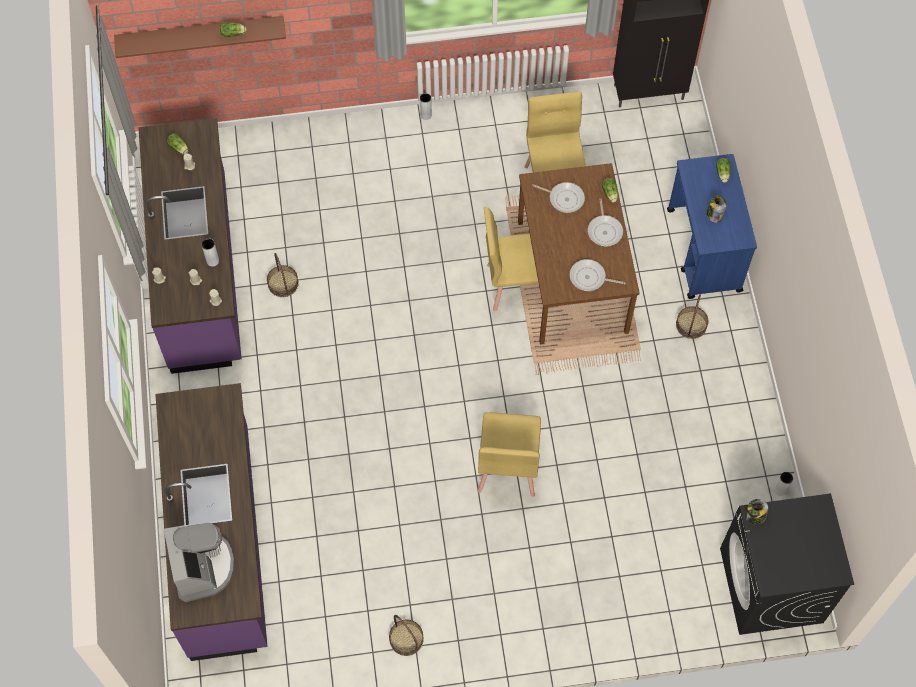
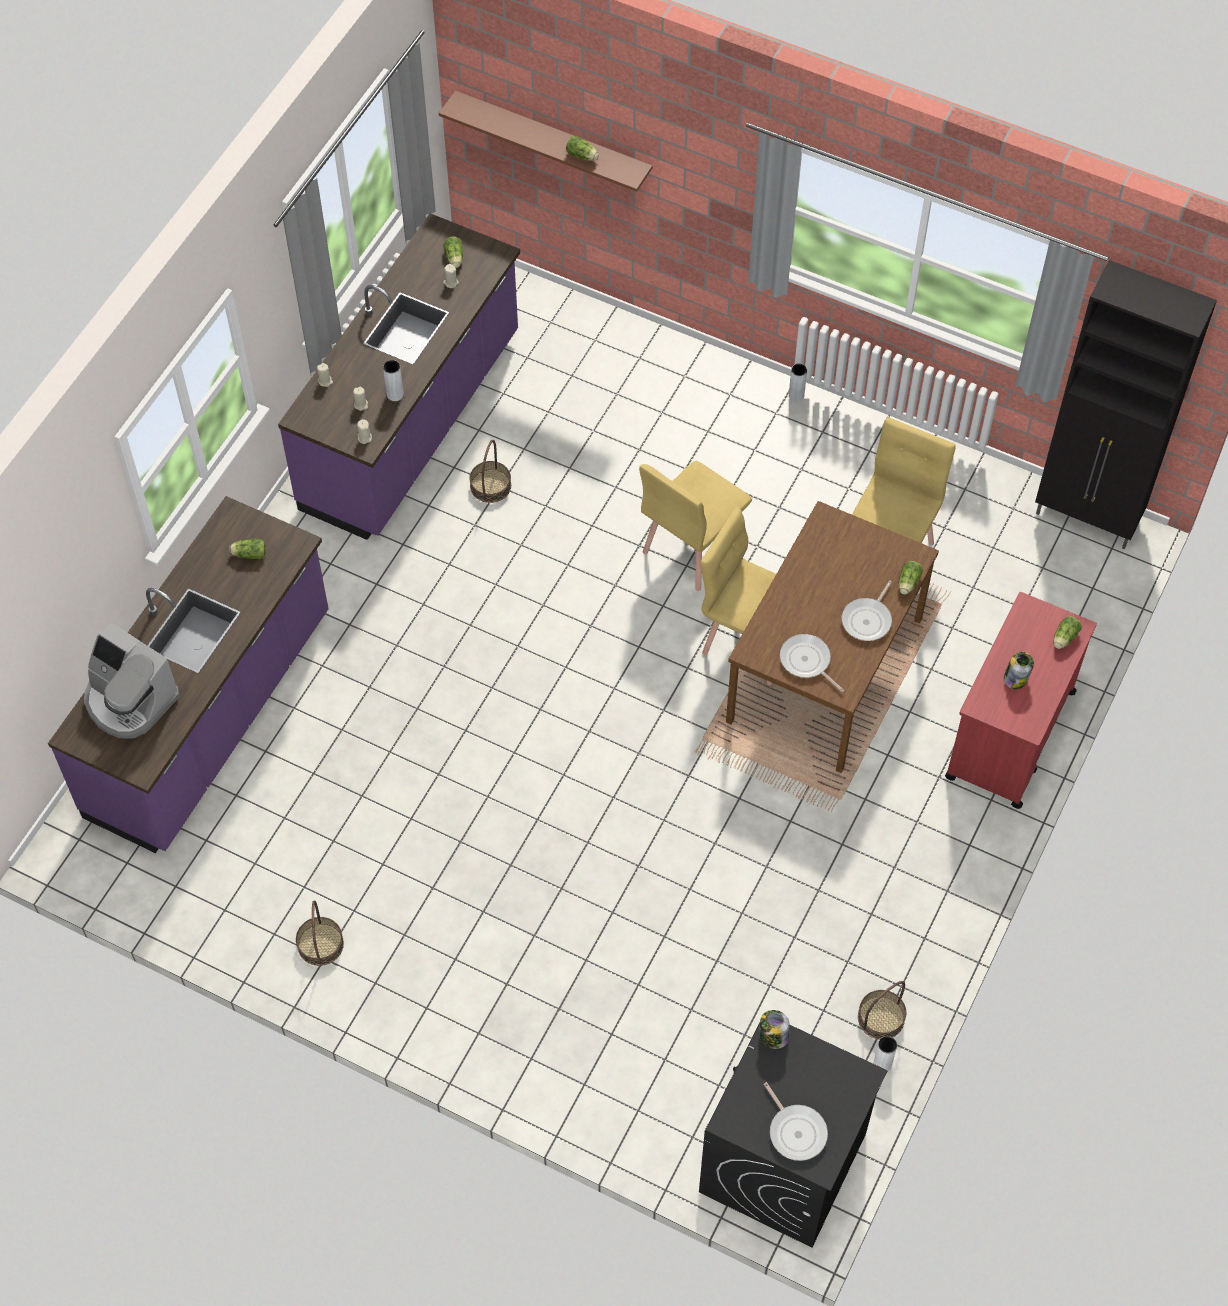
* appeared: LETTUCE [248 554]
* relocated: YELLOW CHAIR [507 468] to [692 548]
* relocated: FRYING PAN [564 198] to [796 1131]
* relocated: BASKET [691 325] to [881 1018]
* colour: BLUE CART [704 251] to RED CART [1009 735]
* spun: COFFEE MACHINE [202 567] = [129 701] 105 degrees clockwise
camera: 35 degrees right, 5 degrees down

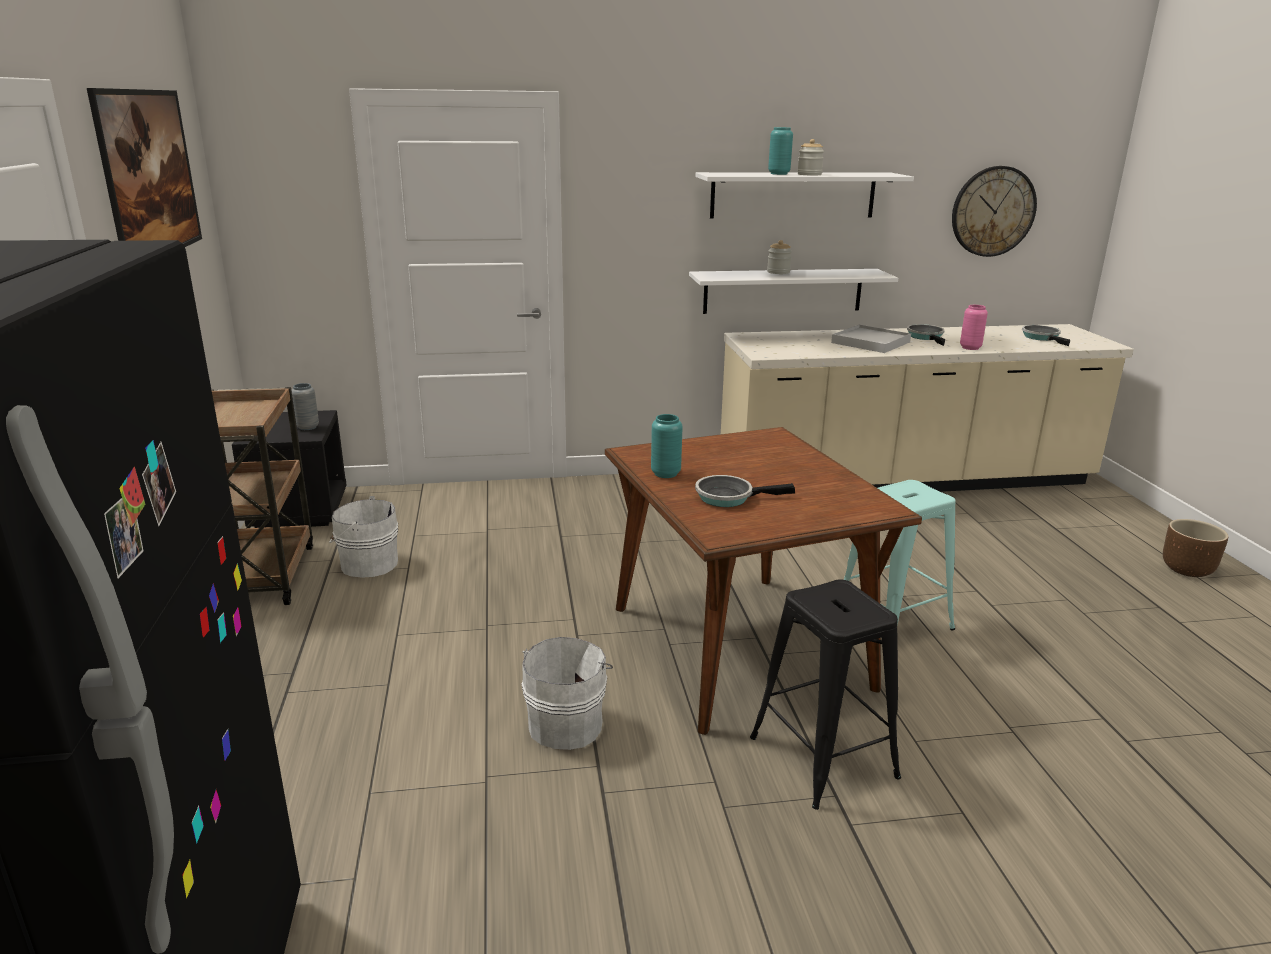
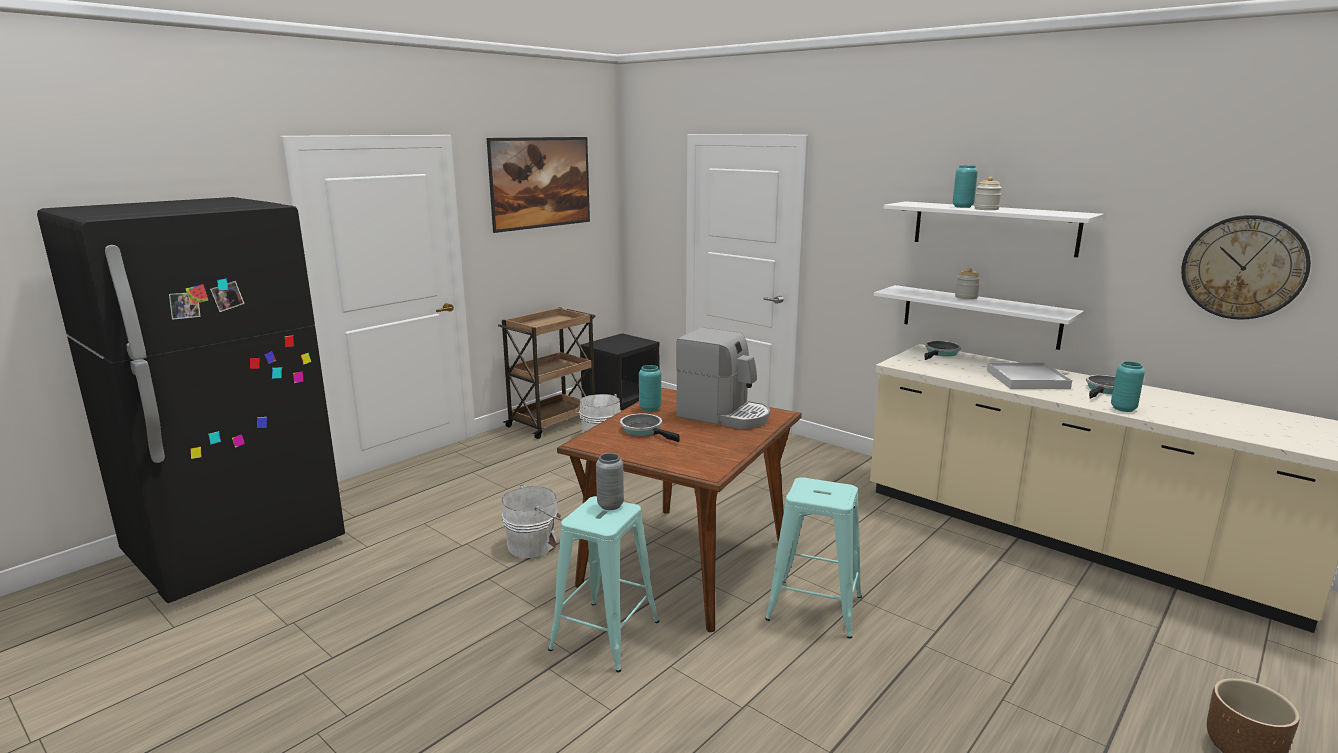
* appeared: COFFEE MACHINE [724 415]
* relocated: GREY VASE [307 427] to [610 505]
* relocated: FRYING PAN [1042 338] to [941 353]
* colour: BLACK STOOL [823 757] to TURQUOISE STOOL [605 635]
* colour: PINK VASE [970 348] to TURQUOISE VASE [1123 408]
camera: 50 degrees right, 5 degrees down

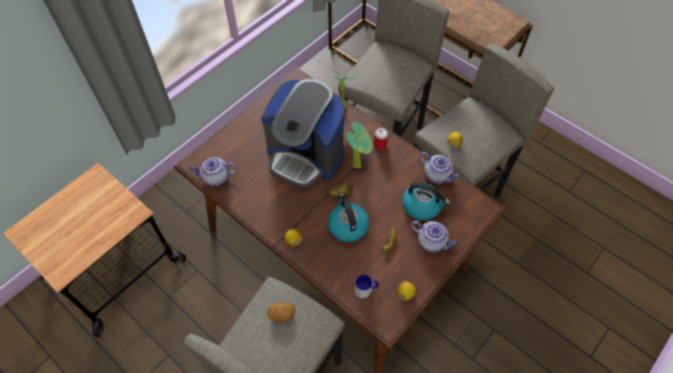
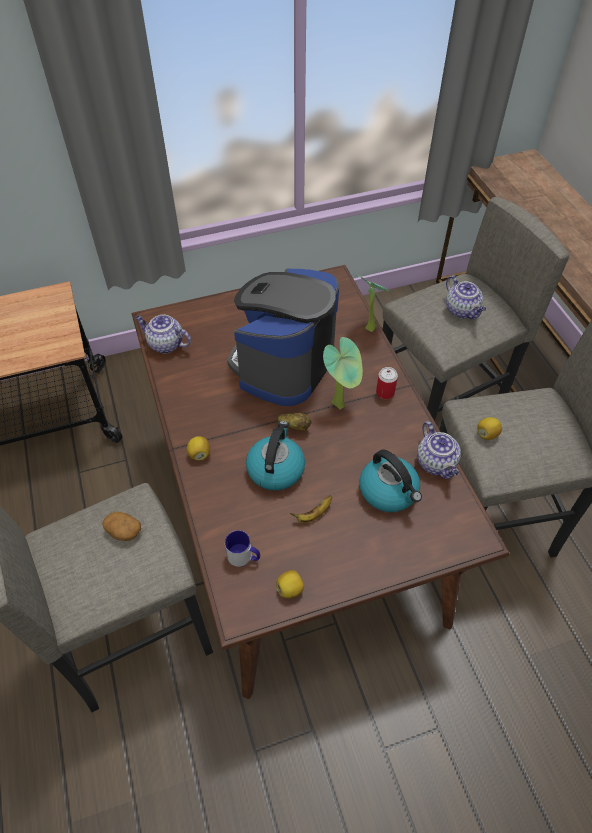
* relocated: TEAPOT [432 242] to [462 311]
* spun: COFFEE MACHINE [305 156] = [283 365] 60 degrees clockwise
camera: 30 degrees right, 5 degrees down

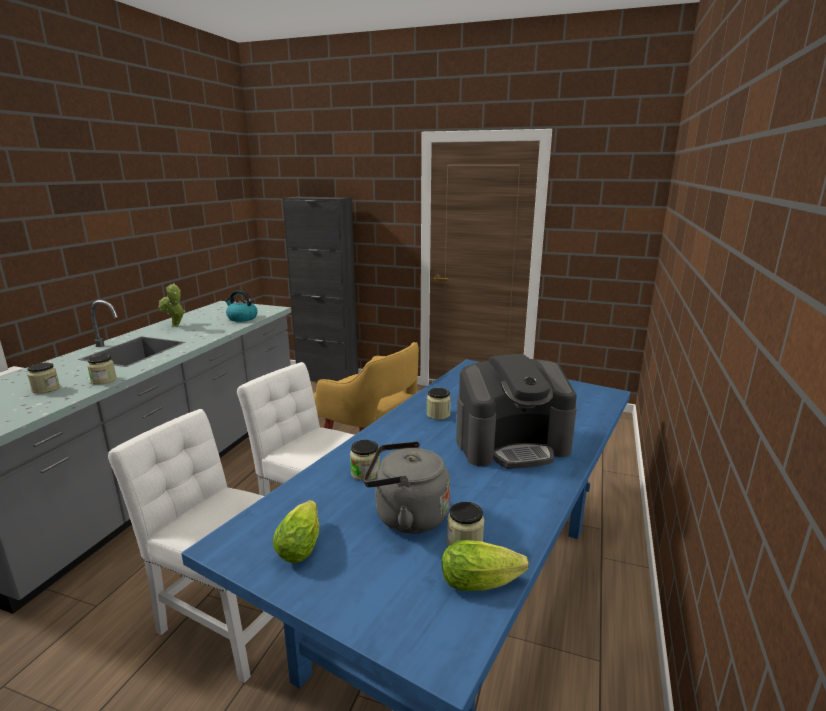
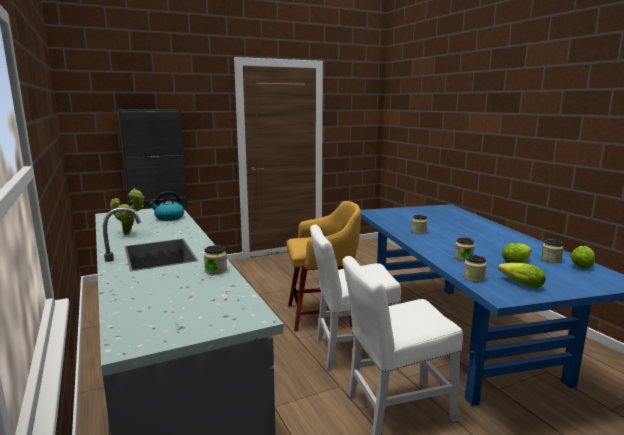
* missing: COFFEE MACHINE [512 444]
* relocated: JAR [46 389] to [474 278]
* exchanged: GREY KETTLE [406 516] to LETTUCE [517 262]
camera: 45 degrees left, 5 degrees down

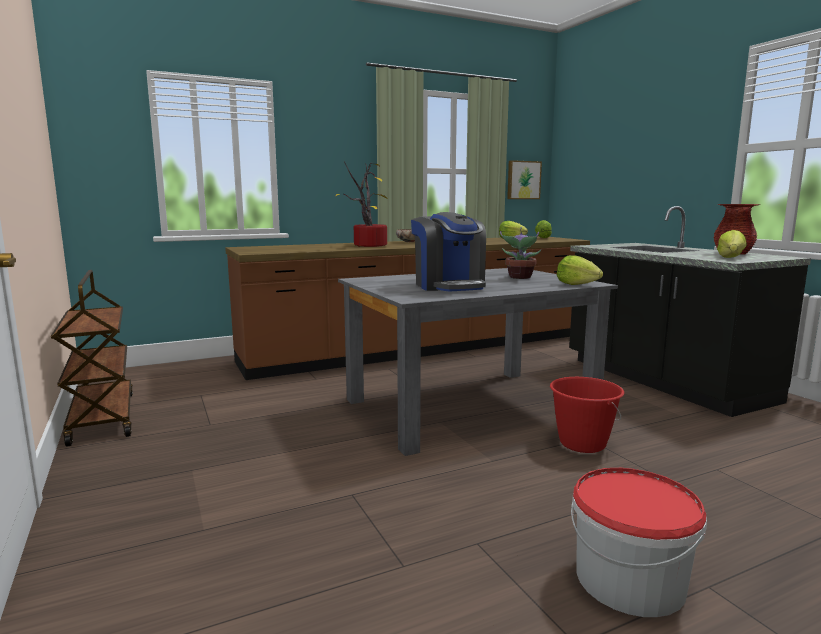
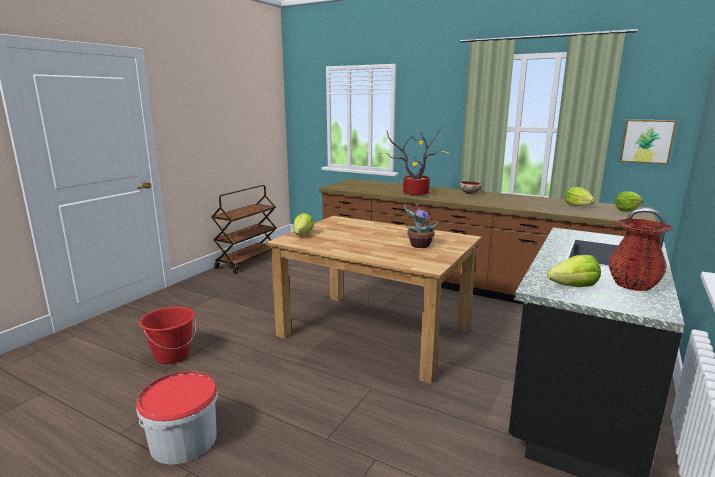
* missing: COFFEE MACHINE [449 286]
* relocated: RED BUCKET [582 443] to [172 356]
* relocated: LETTUCE [577 284] to [302 235]
* colour: GREY DINING TABLE [470 405] to BROWN DINING TABLE [376 332]
camera: 55 degrees right, 5 degrees up

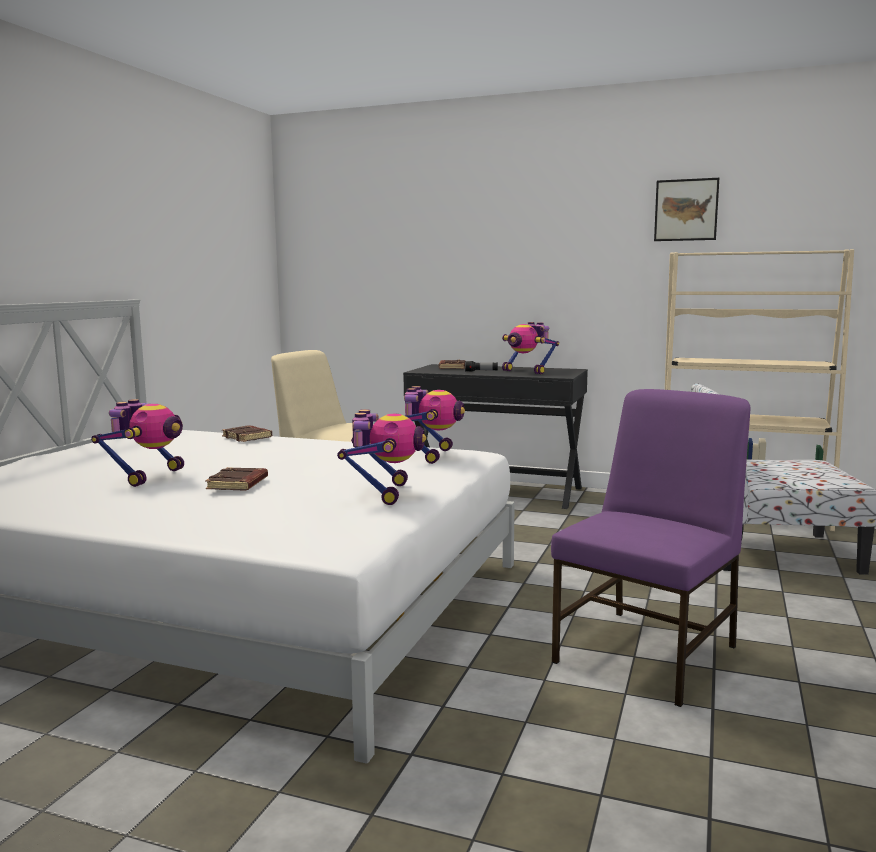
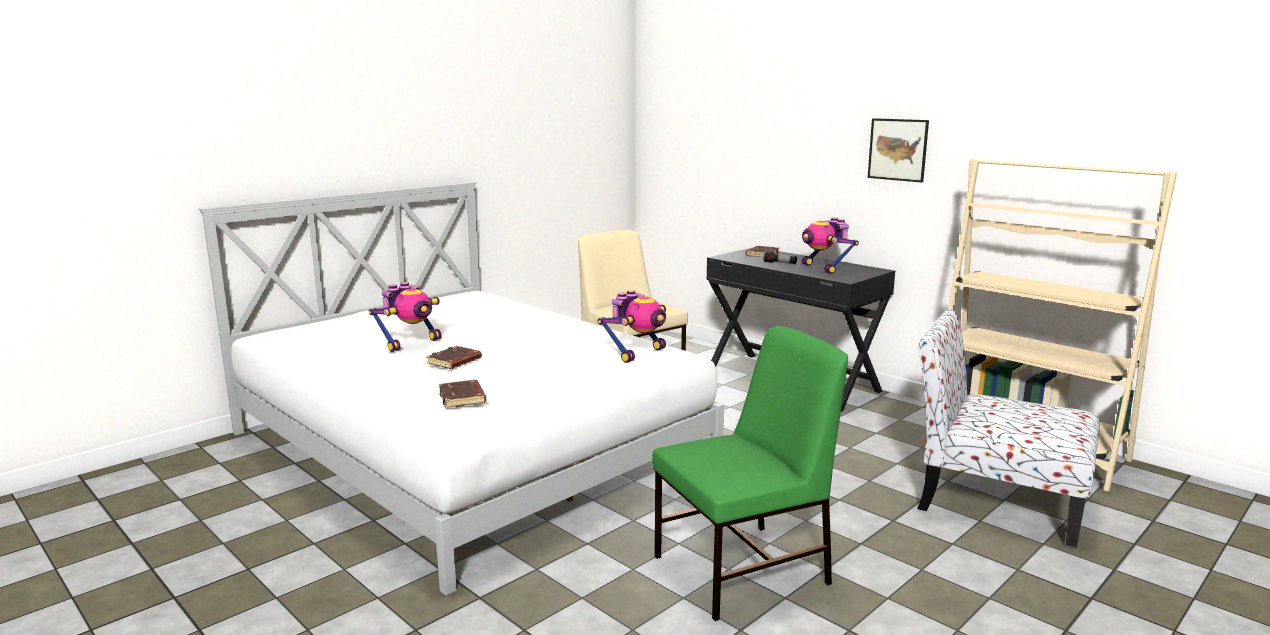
* missing: TOY ROBOT [384 493]
* relocated: BROWN BOOK [248 437] to [463 398]
* relocated: PICTURE [686 210] to [898 149]
* colour: PURPLE CHAIR [648 653] to GREEN CHAIR [744 569]
camera: 25 degrees right, 5 degrees up

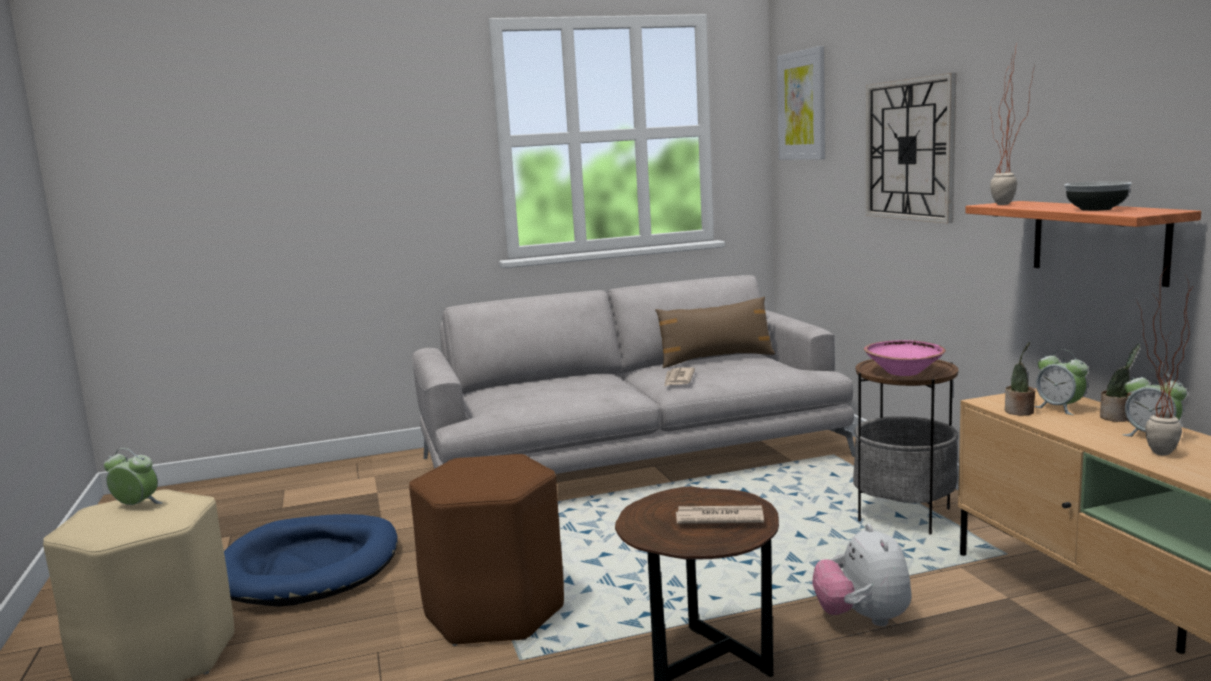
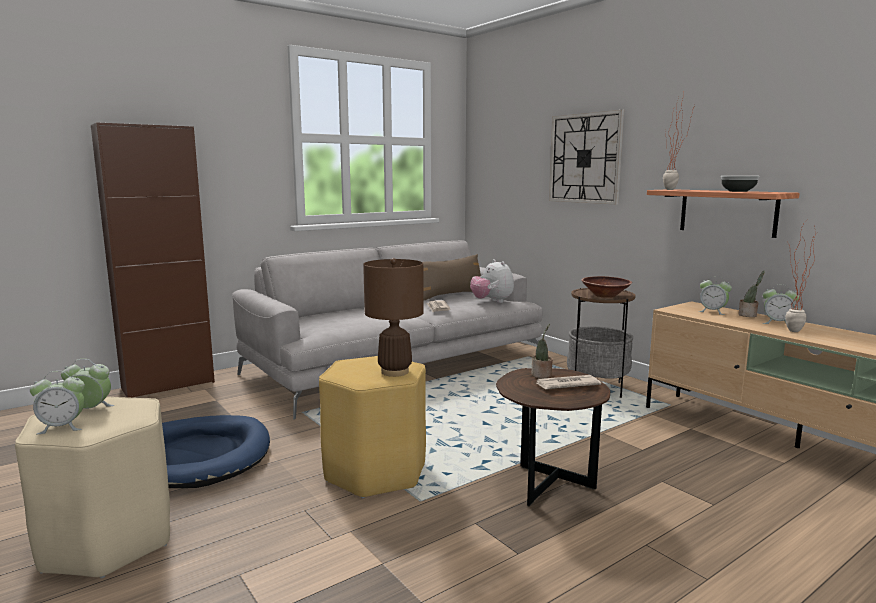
* missing: PICTURE [802 105]
* appeared: ALARM CLOCK [62 427]
* appeared: BROWN CABINET [168 385]
* appeared: BROWN TABLE LAMP [395 372]
* relocated: PLUSH TOY [863 619] to [492 302]
* relocated: POTTED PLANT [1019 412] to [542 375]
* colour: BROWN STOOL [495 611] to YELLOW STOOL [376 471]
* colour: PINK BOWL [903 372] to BROWN BOWL [605 295]
camera: 20 degrees left, 0 degrees up

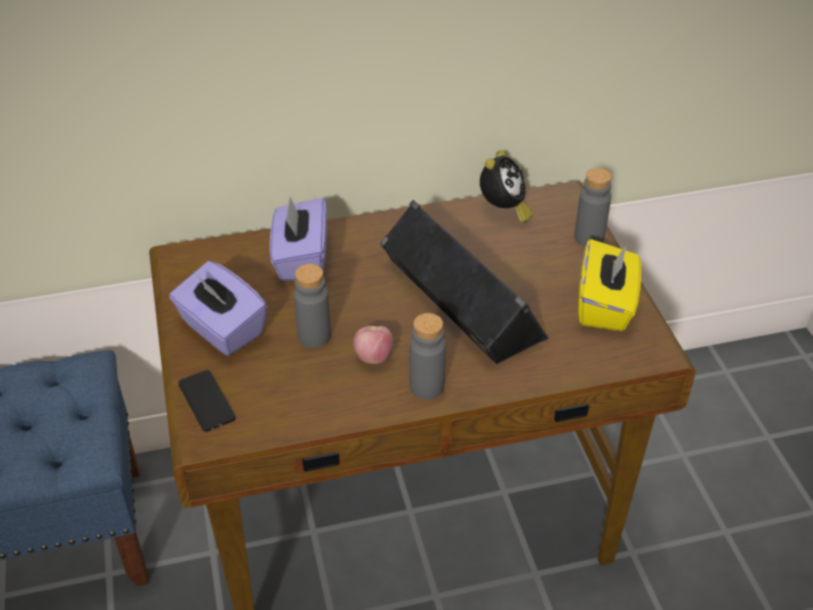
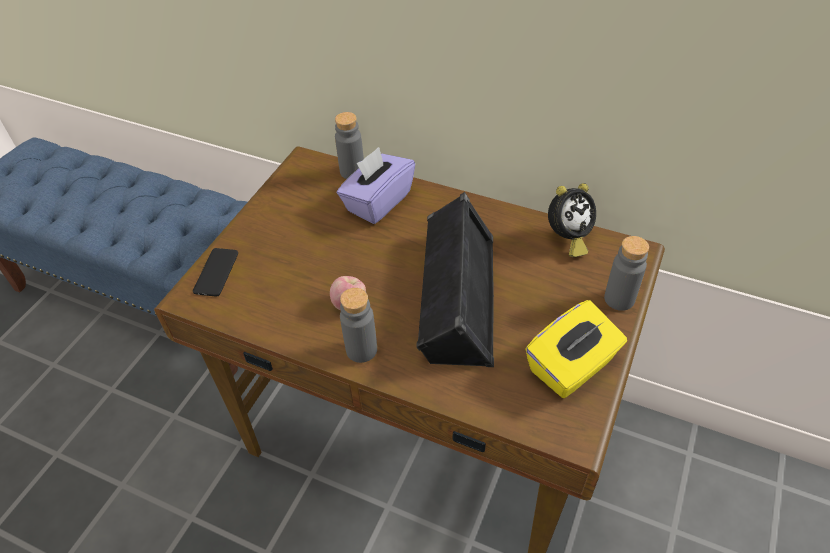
* missing: PURPLE TISSUE BOX [221 329]
* relocated: GREY BOTTLE [314 336] to [352 171]
camera: 40 degrees right, 5 degrees up

